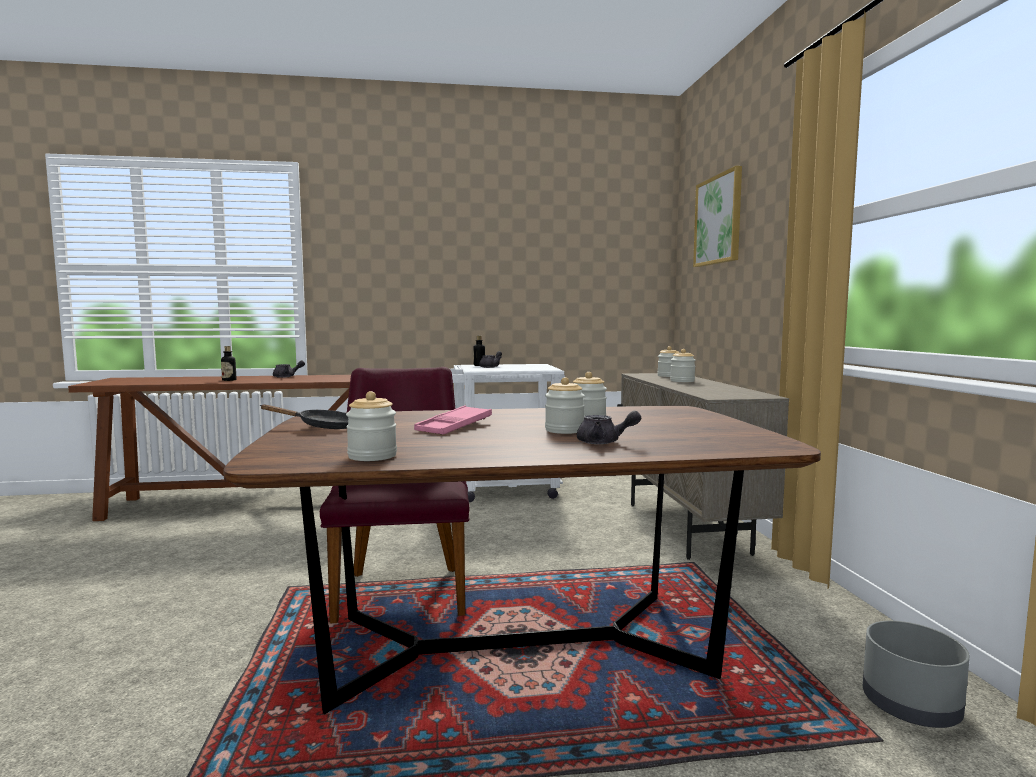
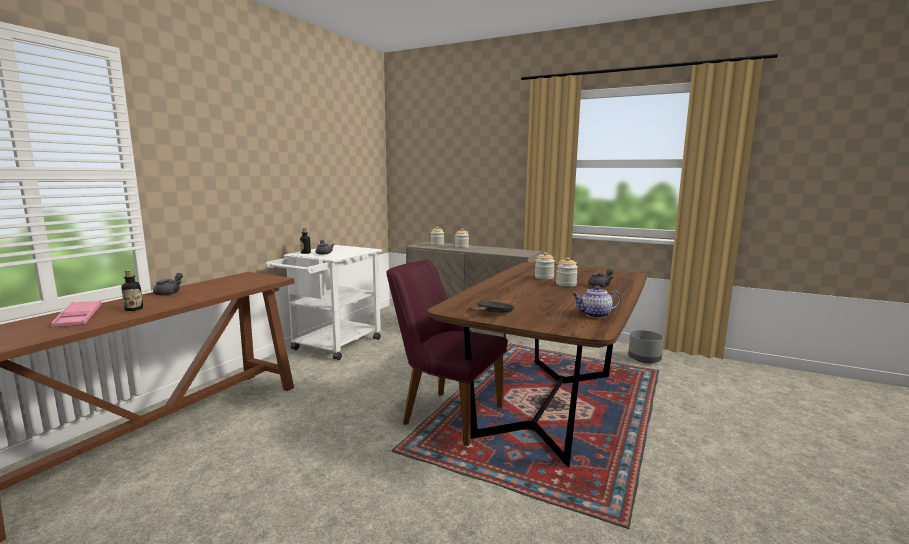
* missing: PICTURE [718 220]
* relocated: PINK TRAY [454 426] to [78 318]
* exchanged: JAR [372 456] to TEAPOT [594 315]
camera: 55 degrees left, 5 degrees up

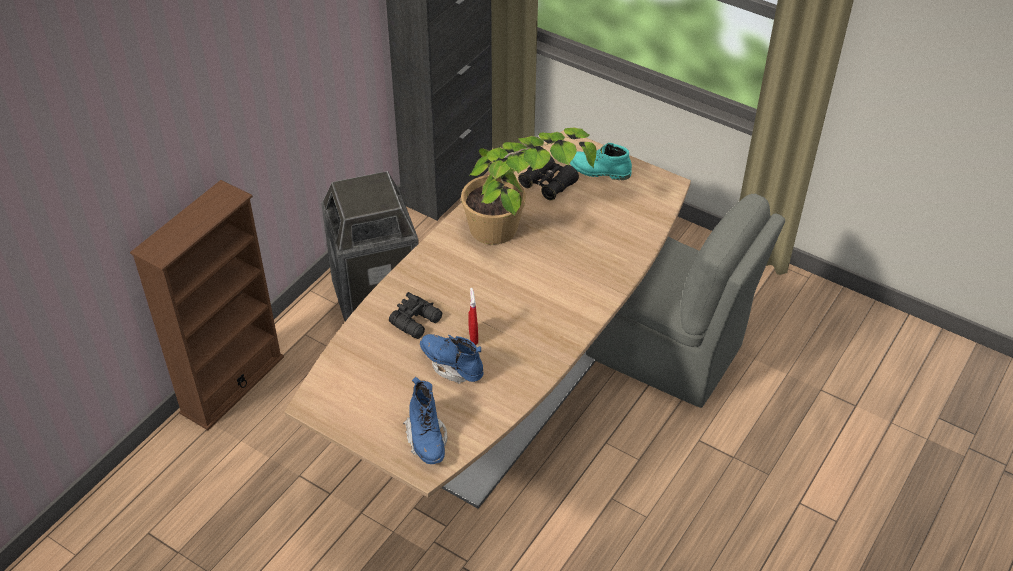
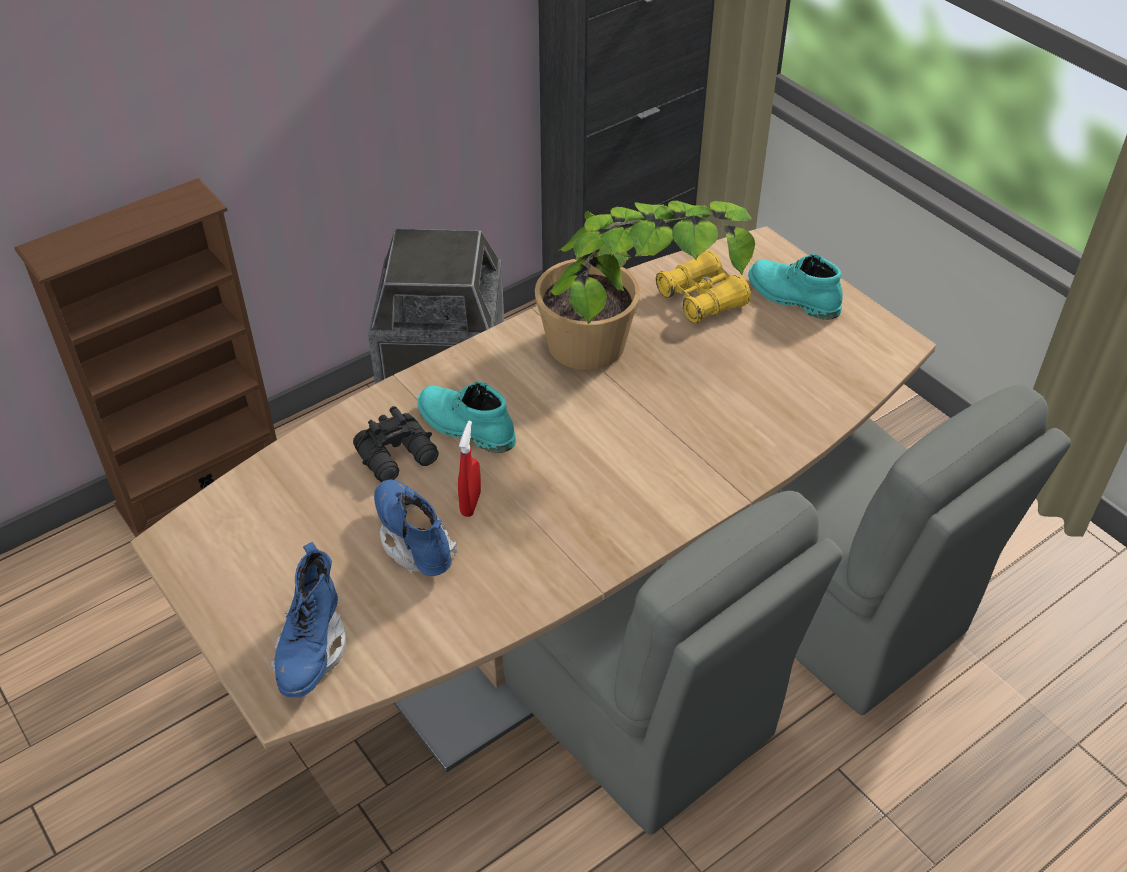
* appeared: TURQUOISE BOOT [464 427]
* appeared: GREY CHAIR [642 714]
* colour: BLACK BINOCULARS [547 184] to YELLOW BINOCULARS [701 299]
camera: 20 degrees right, 0 degrees up

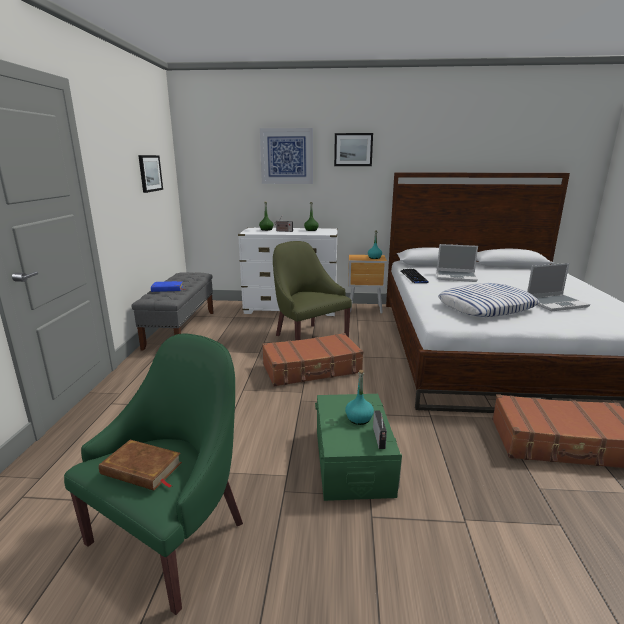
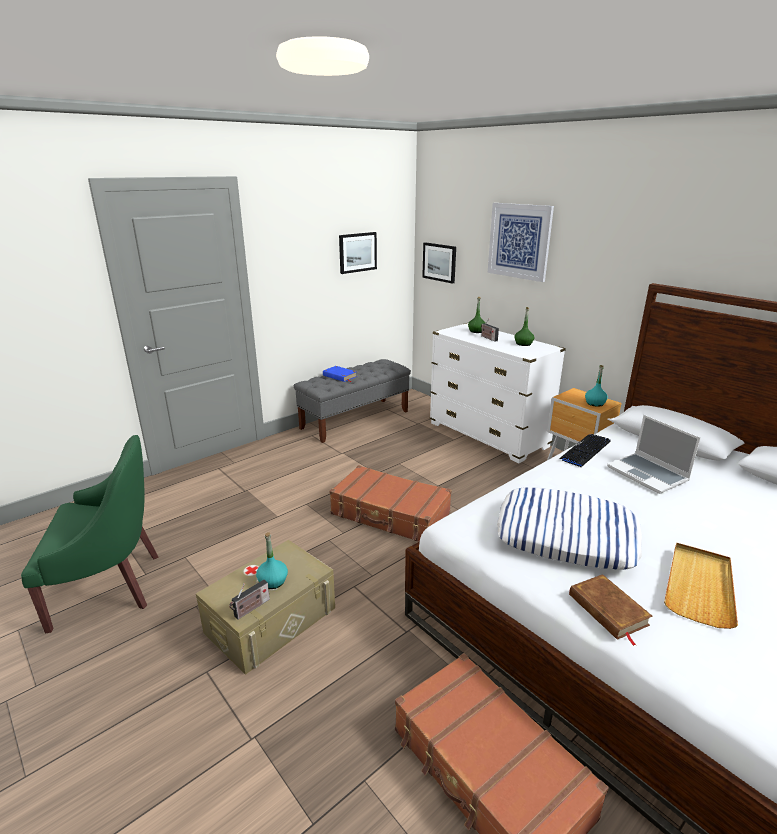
* missing: GREEN ARMCHAIR [308 337]
* relocated: BROWN BOOK [141 469] to [607 610]
* relocated: PICTURE [353 149] to [439 262]
* exchanged: LAPTOP [556 303] to BEIGE TRAY [699 586]
* colour: GREEN STORAGE BOX [352 461] to BEIGE STORAGE BOX [271 620]
camera: 45 degrees right, 5 degrees up

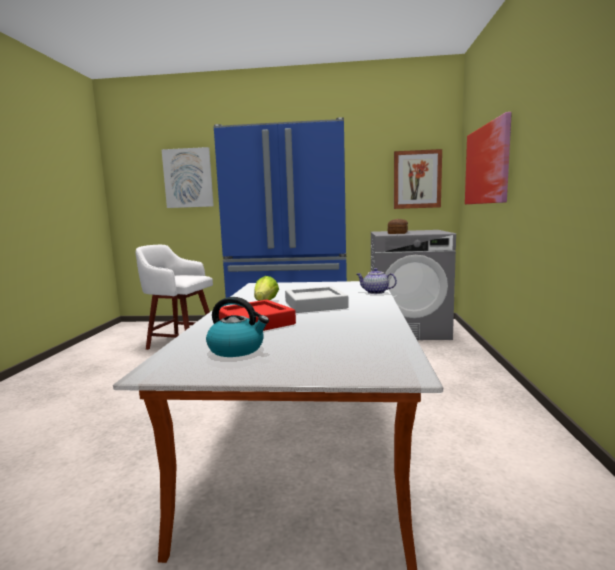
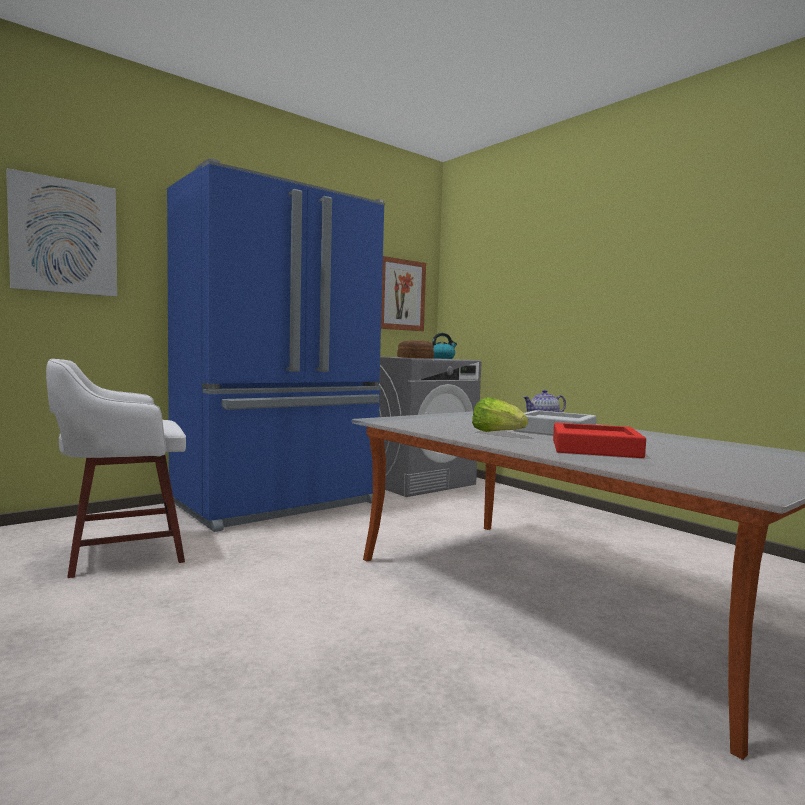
* missing: PICTURE [487 165]
* relocated: KETTLE [237 349] to [442 358]
camera: 45 degrees left, 5 degrees down

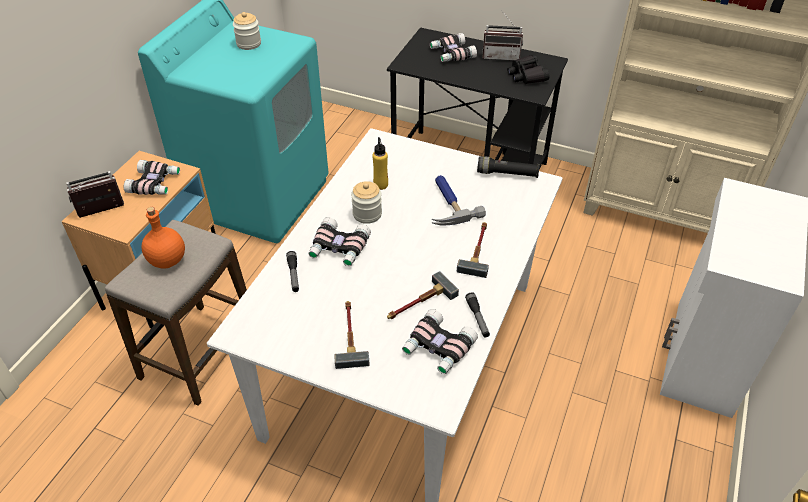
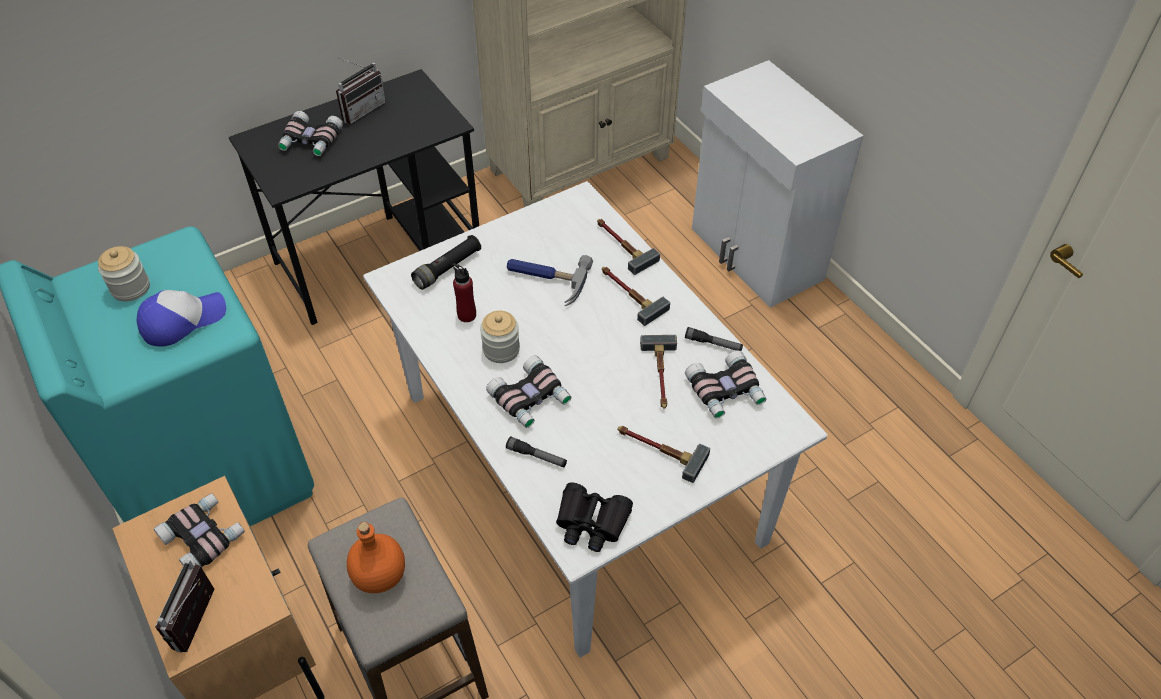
* appeared: CAP [182 320]
* appeared: HAMMER [622 245]
* relocated: BLACK FLASHLIGHT [507 174] to [448 268]
* relocated: BLACK BINOCULARS [526 75] to [591 522]
* colour: YELLOW BOTTLE [380 185] to RED BOTTLE [466 315]
camera: 55 degrees left, 5 degrees up

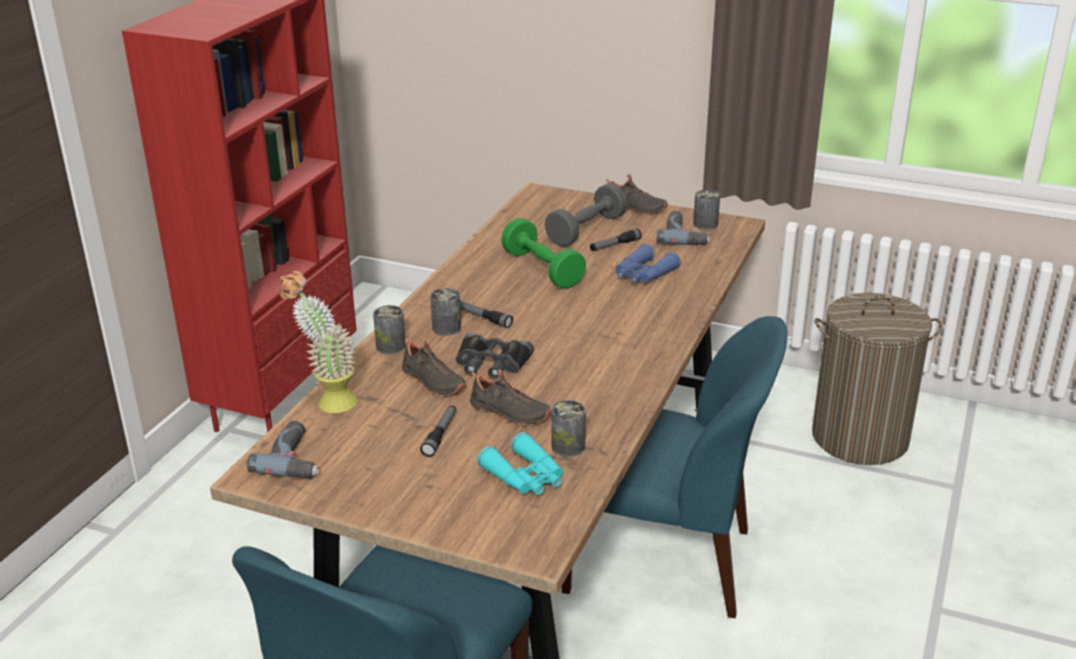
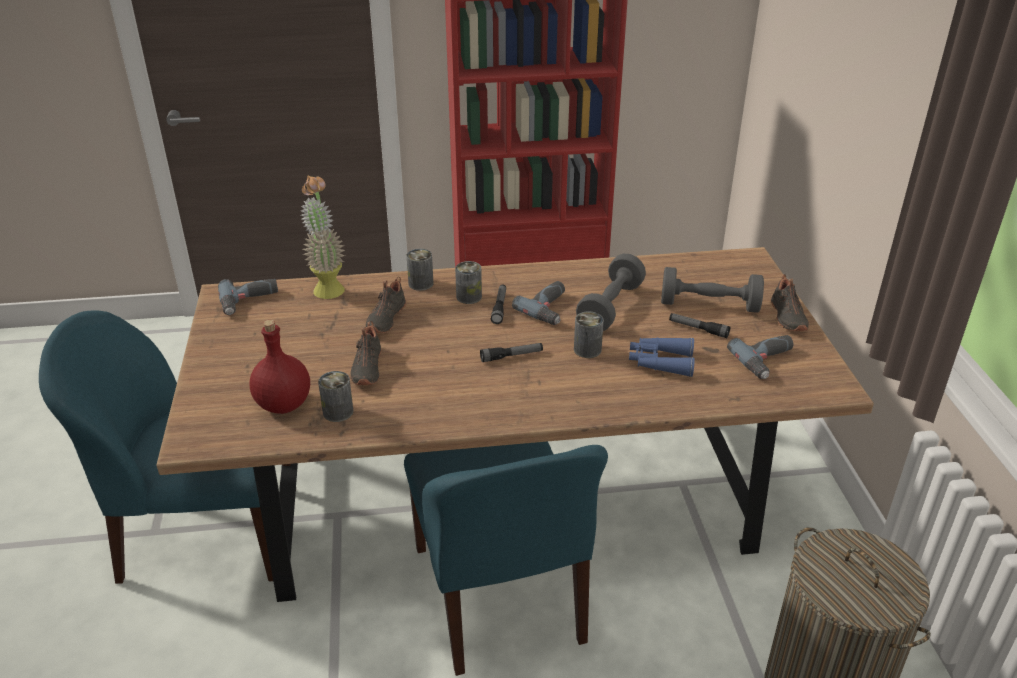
* missing: BLACK BINOCULARS [491 363]
* appeared: POWER DRILL [550 309]
* relocated: FLASHLIGHT [440 435] to [511 356]
* relocated: CAN [705 224] to [587 349]
* exchanged: TURQUOISE BINOCULARS [525 477] to RED BOTTLE [282 405]
* colour: GREEN DUMBBELL [542 269] to GREY DUMBBELL [610 307]
camera: 60 degrees right, 5 degrees up

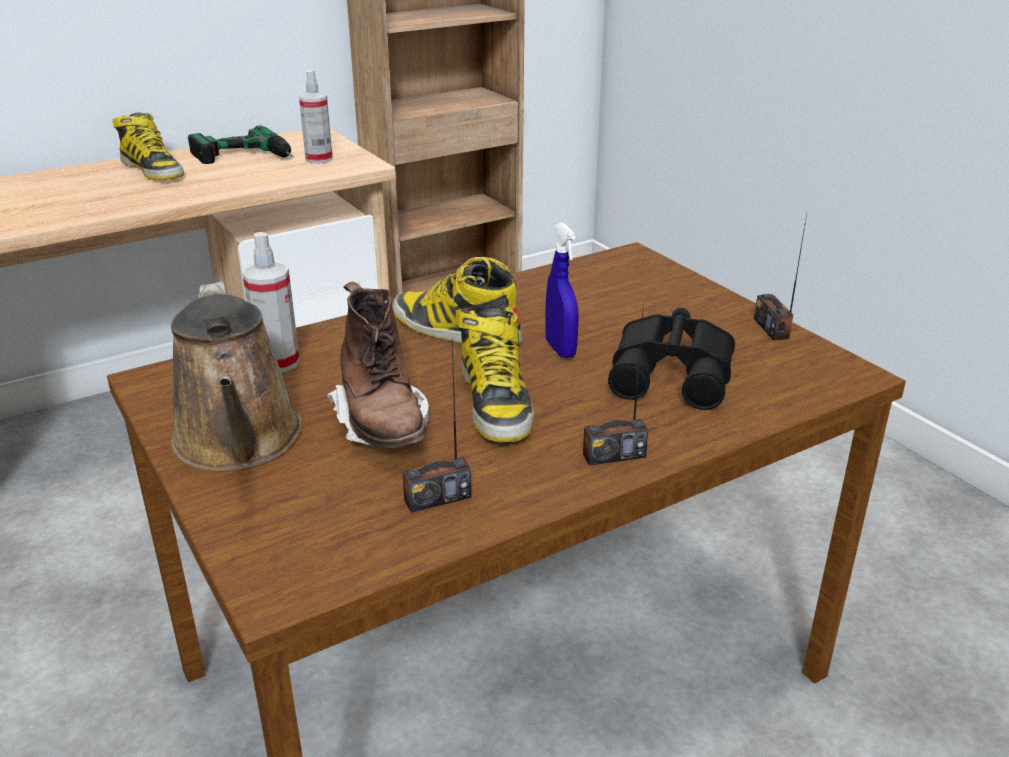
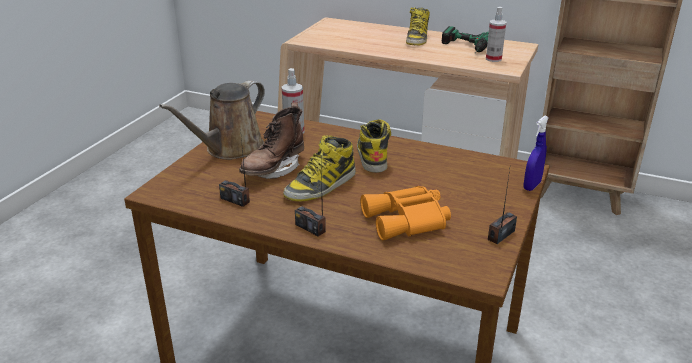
* relocated: BLUE SPRAY BOTTLE [560 349] to [532 186]
* colour: BLACK BINOCULARS [675 373] to ORANGE BINOCULARS [407 221]
camera: 55 degrees right, 0 degrees up

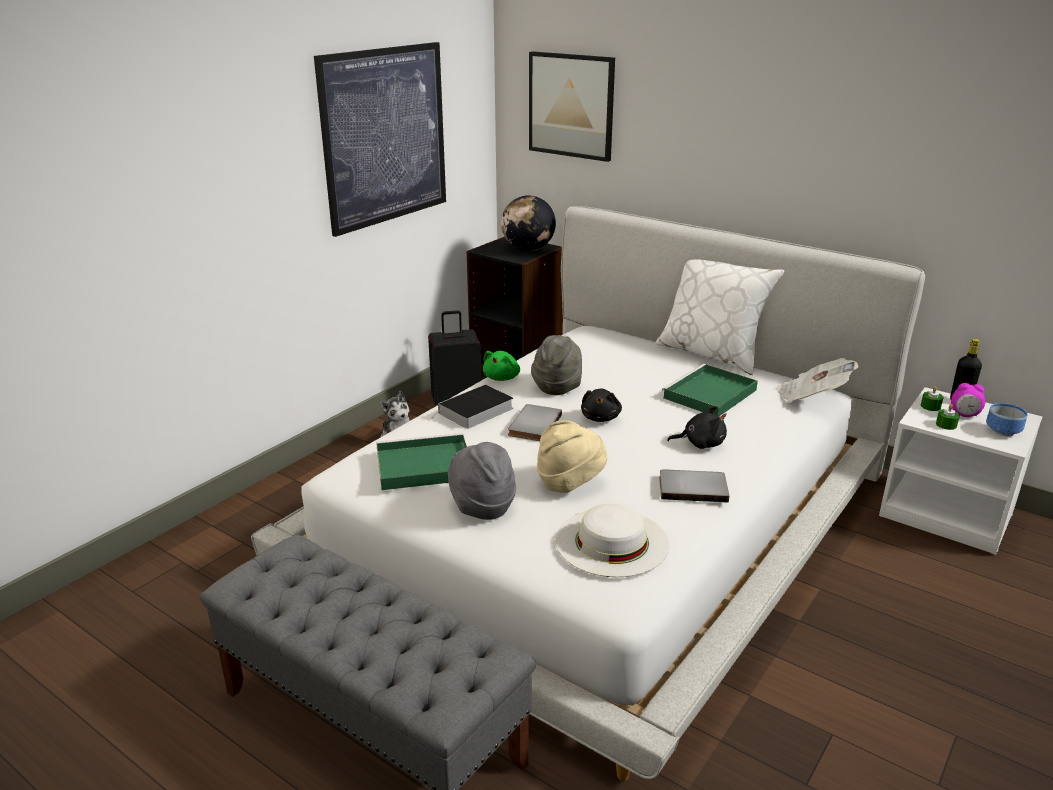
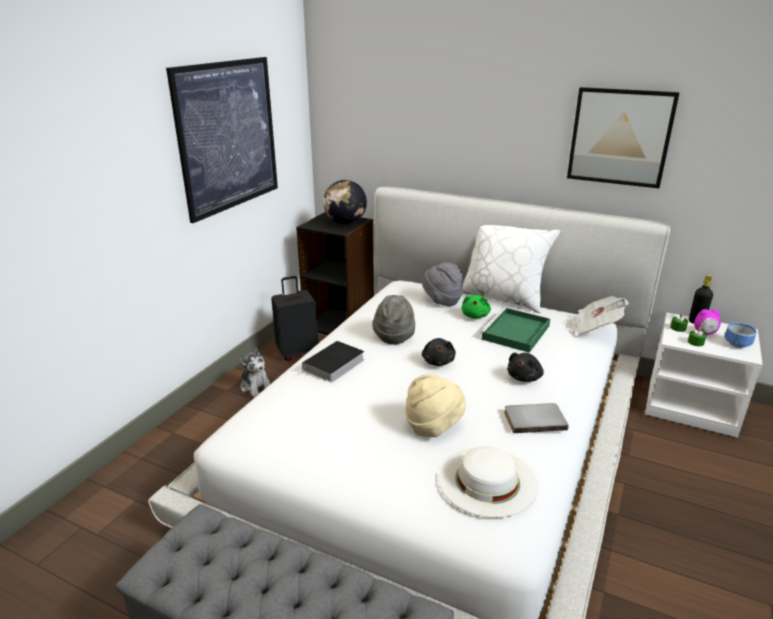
* missing: GREEN TRAY [422 466]
* missing: GREY BOOK [533 425]
* relocated: GREY HAT [482 506] to [442 301]
* relocated: GREEN PLUSH TOY [502 377] to [475 315]
* relocated: PICTURE [571 105] to [620 137]
* spun: BLACK PLUSH TOY [700 443] = [525 377] 135 degrees clockwise
camera: 10 degrees left, 0 degrees up

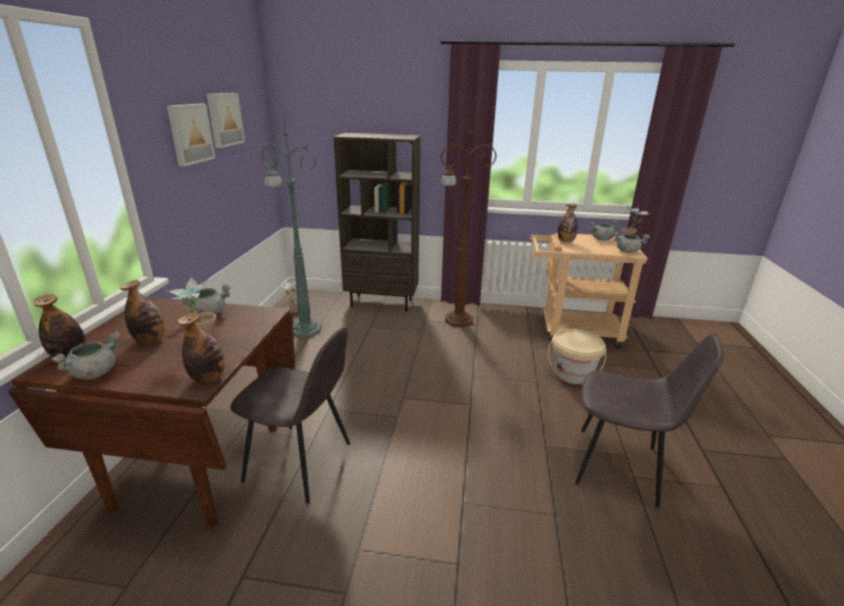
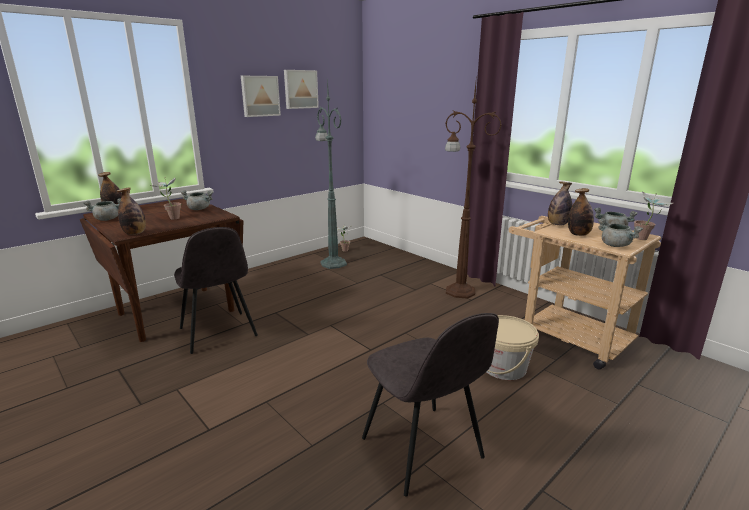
* missing: BROWN BOOKCASE [382 303]
* relocated: BOTTLE [150 340] to [578 234]
camera: 40 degrees right, 5 degrees down

